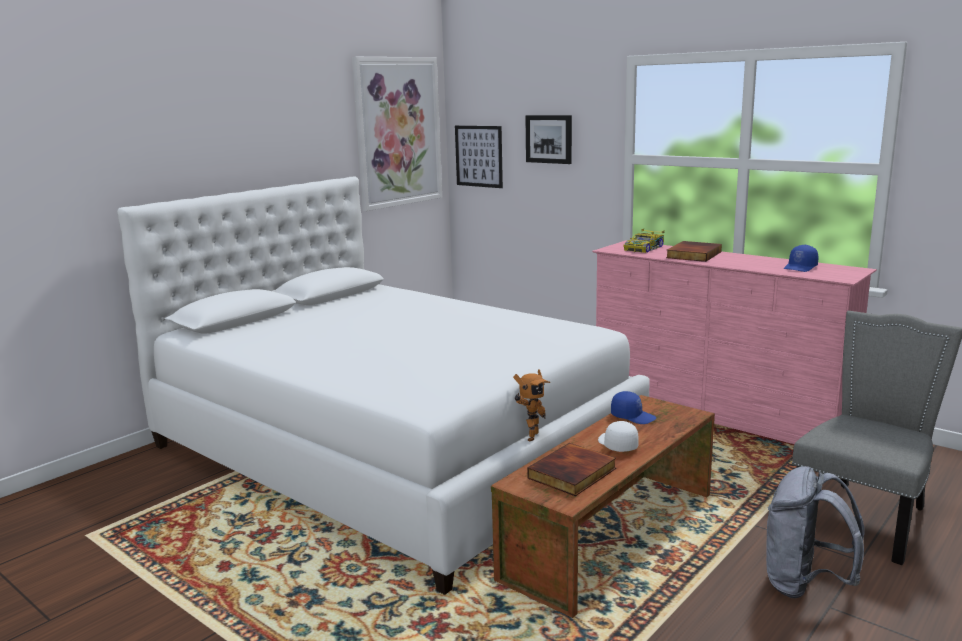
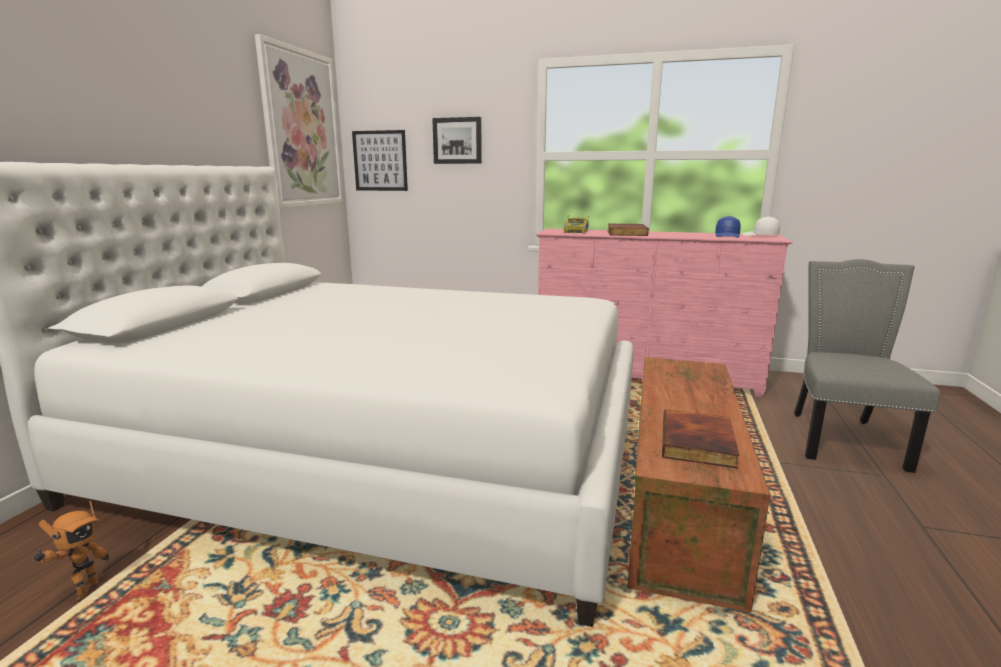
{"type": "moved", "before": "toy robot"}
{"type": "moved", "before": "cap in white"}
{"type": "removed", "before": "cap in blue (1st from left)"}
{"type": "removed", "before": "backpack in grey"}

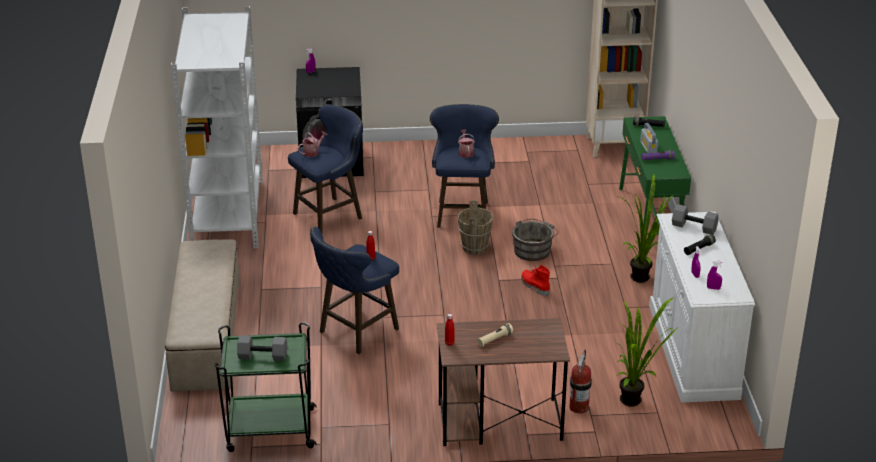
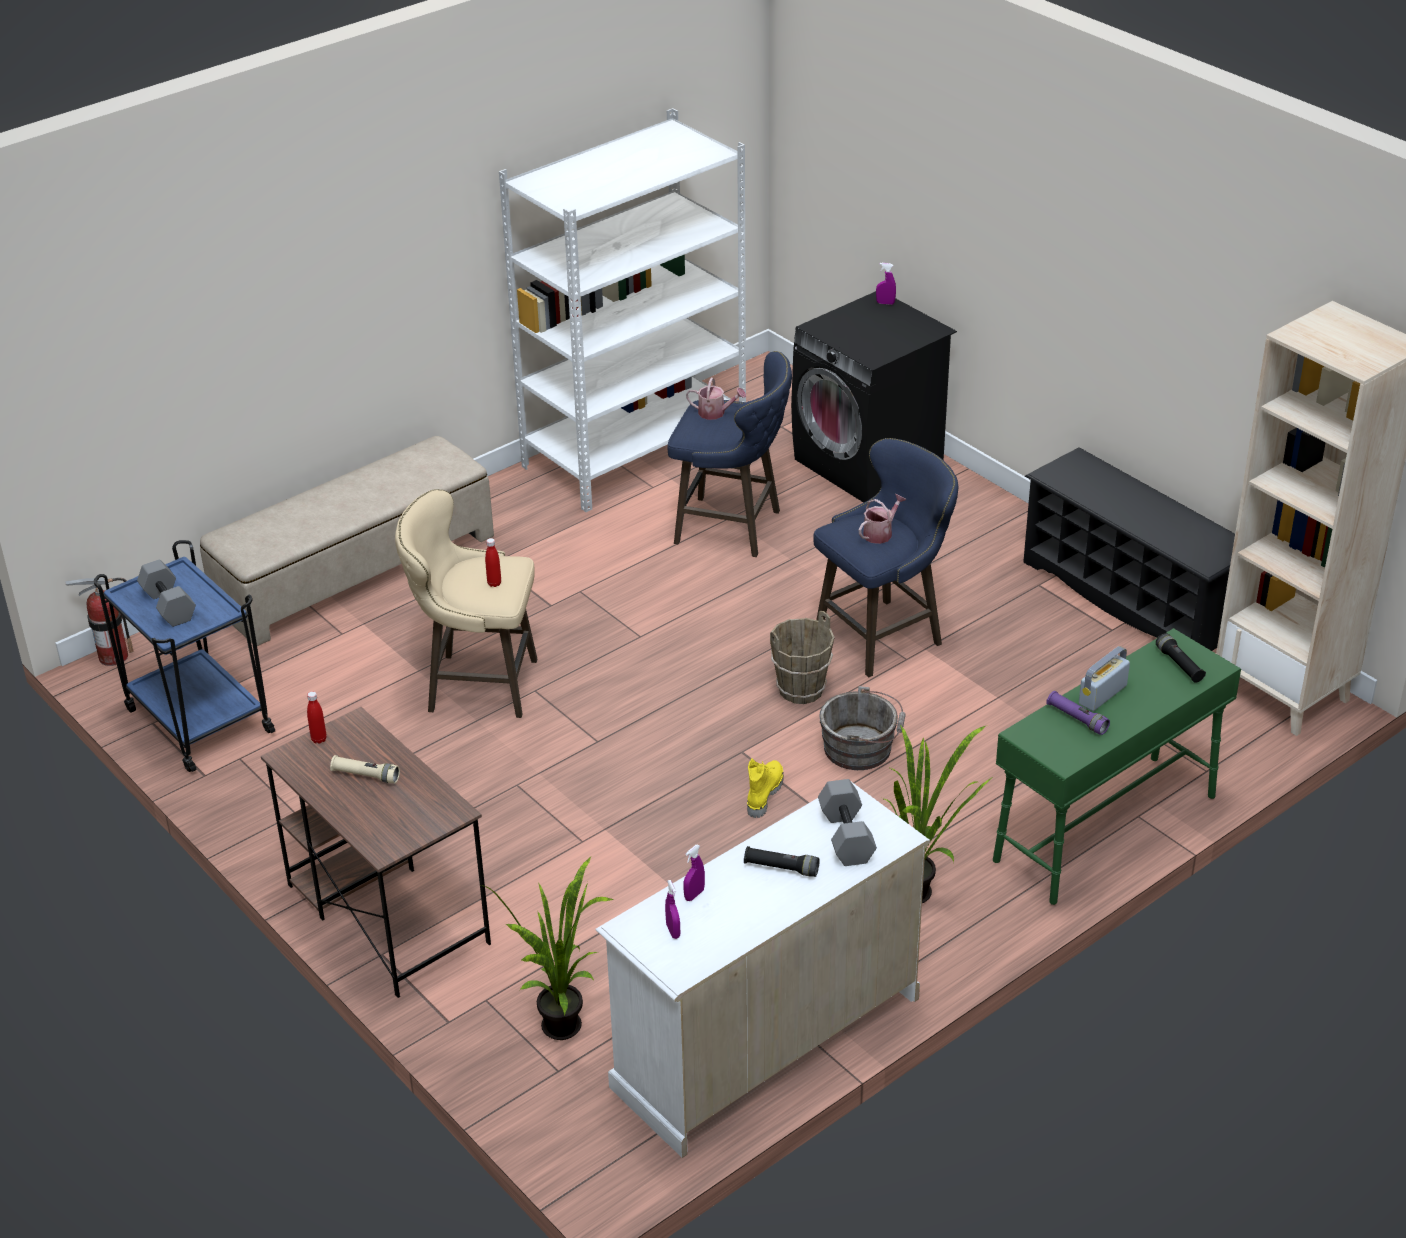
{"type": "moved", "before": "fire extinguisher"}
{"type": "recoloured", "before": "cart in green", "after": "cart in blue"}
{"type": "recoloured", "before": "stool in blue (2nd from left)", "after": "stool in beige"}
{"type": "recoloured", "before": "boot in red", "after": "boot in yellow"}
{"type": "added", "after": "shoe rack in black"}

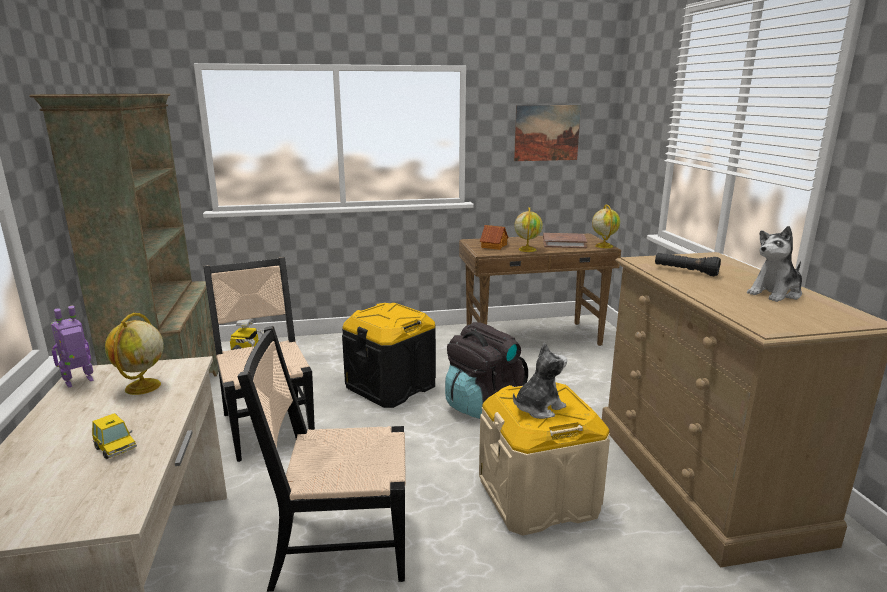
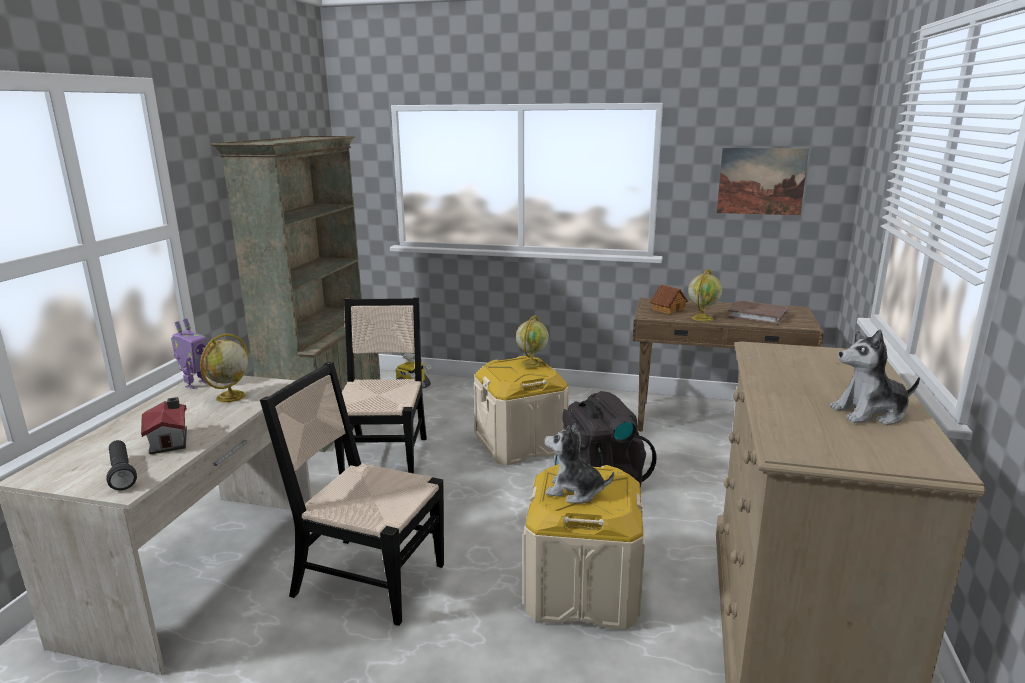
{"type": "moved", "before": "flashlight in black"}
{"type": "replaced", "before": "toy car", "after": "toy house (1st from left)"}
{"type": "turned", "before": "toy robot (1st from left)", "turn": 135}
{"type": "recoloured", "before": "storage box in black", "after": "storage box in beige (1st from left)"}
{"type": "moved", "before": "globe (3rd from left in the first image)", "after": "globe (2nd from left)"}
{"type": "turned", "before": "plush toy (1st from left)", "turn": -150}

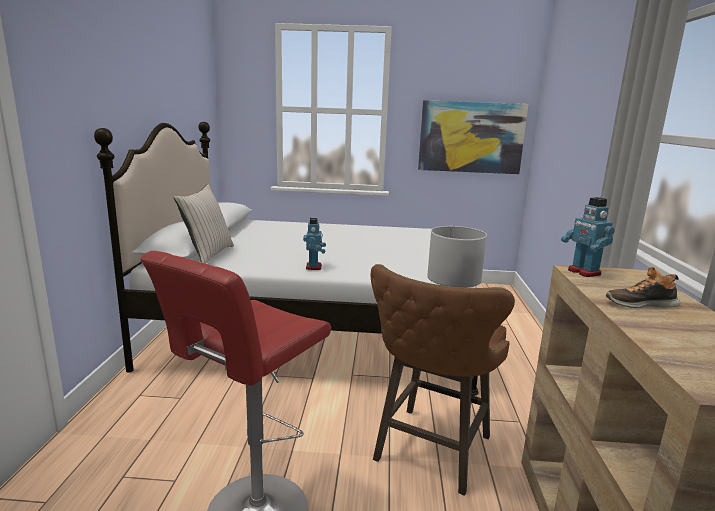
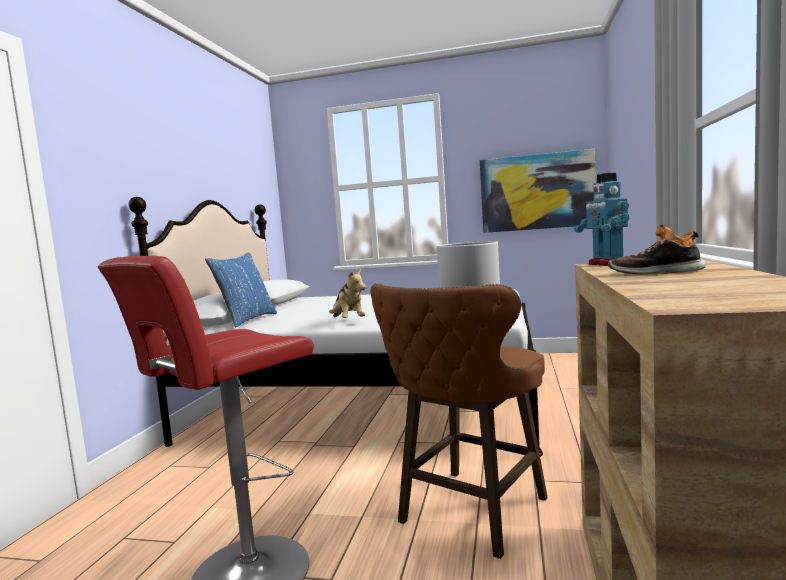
{"type": "recoloured", "before": "pillow in beige", "after": "pillow in blue"}
{"type": "replaced", "before": "toy robot (1st from left)", "after": "plush toy"}

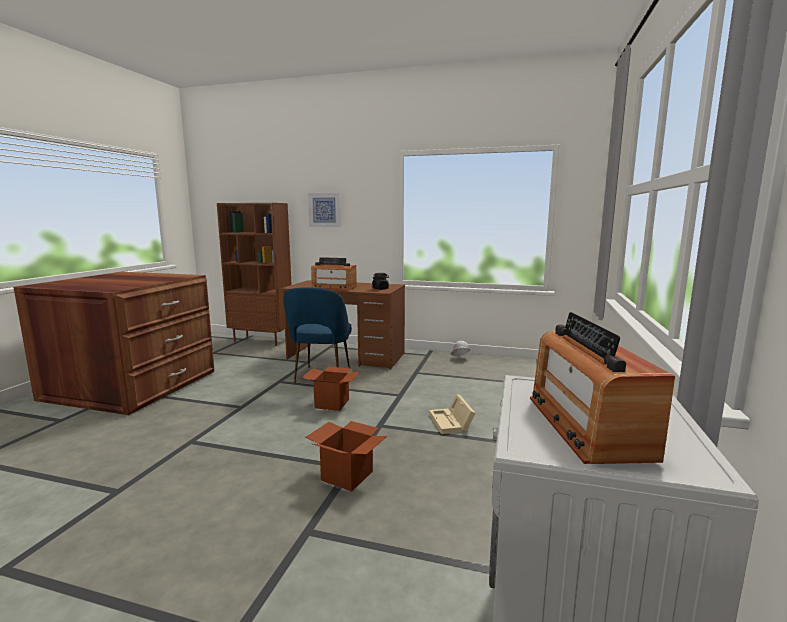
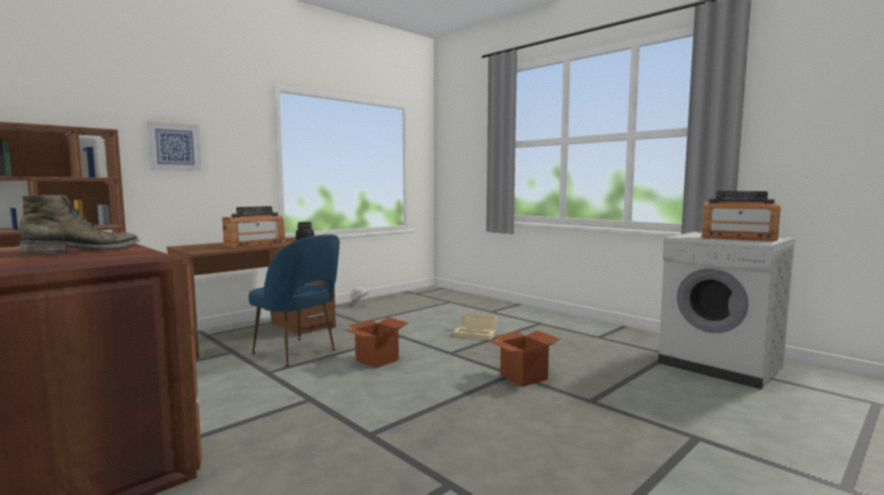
{"type": "added", "after": "boot in green"}

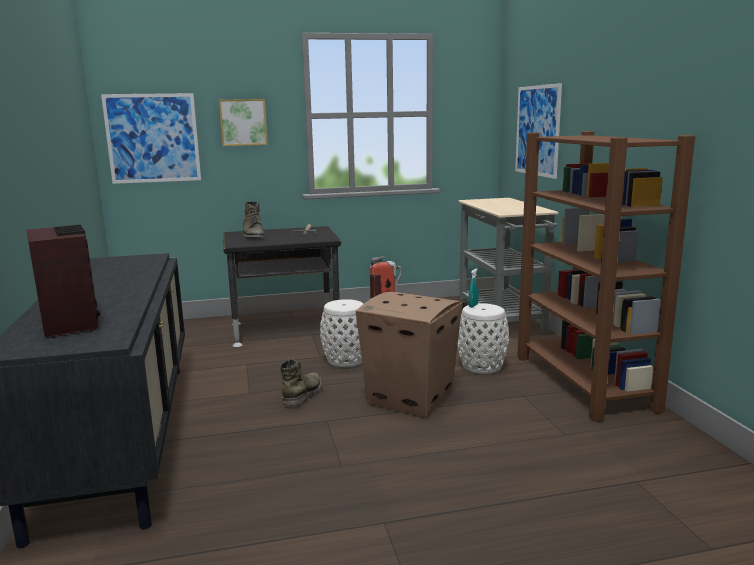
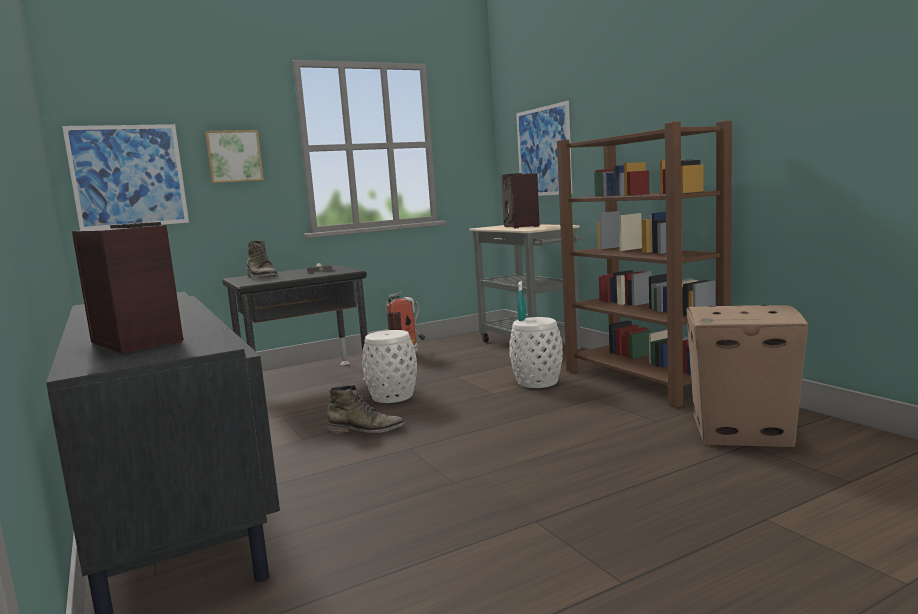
{"type": "turned", "before": "boot in green (2nd from left)", "turn": 90}
{"type": "added", "after": "radio (2nd from left)"}
{"type": "moved", "before": "cardboard box"}

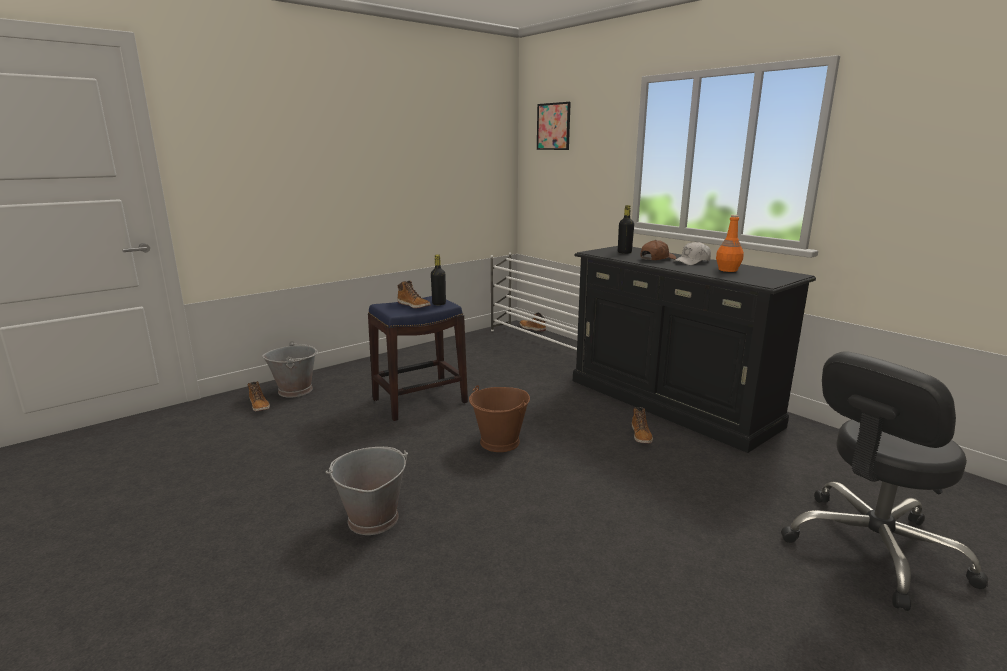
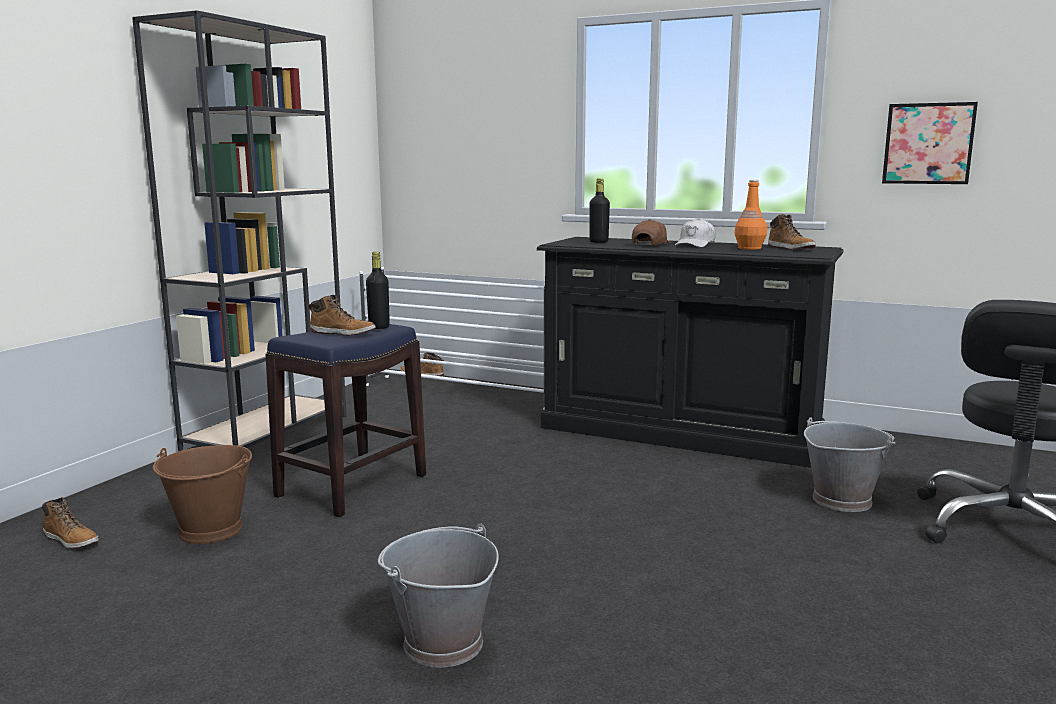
{"type": "added", "after": "bookcase"}
{"type": "moved", "before": "bucket in brown"}
{"type": "moved", "before": "boot (4th from left)"}
{"type": "moved", "before": "bucket in grey (1st from left in the first image)", "after": "bucket in grey (2nd from left)"}
{"type": "moved", "before": "picture"}

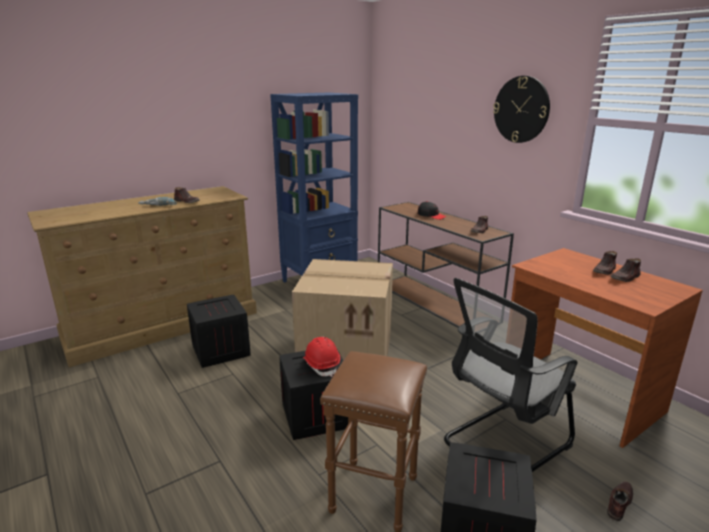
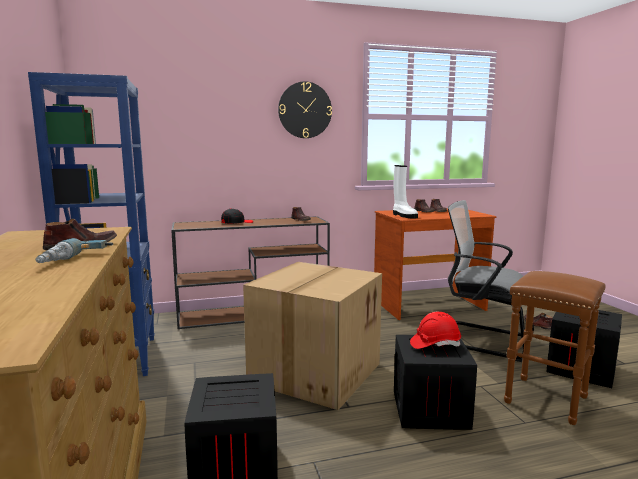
{"type": "added", "after": "boot in white"}
{"type": "turned", "before": "chair", "turn": 135}

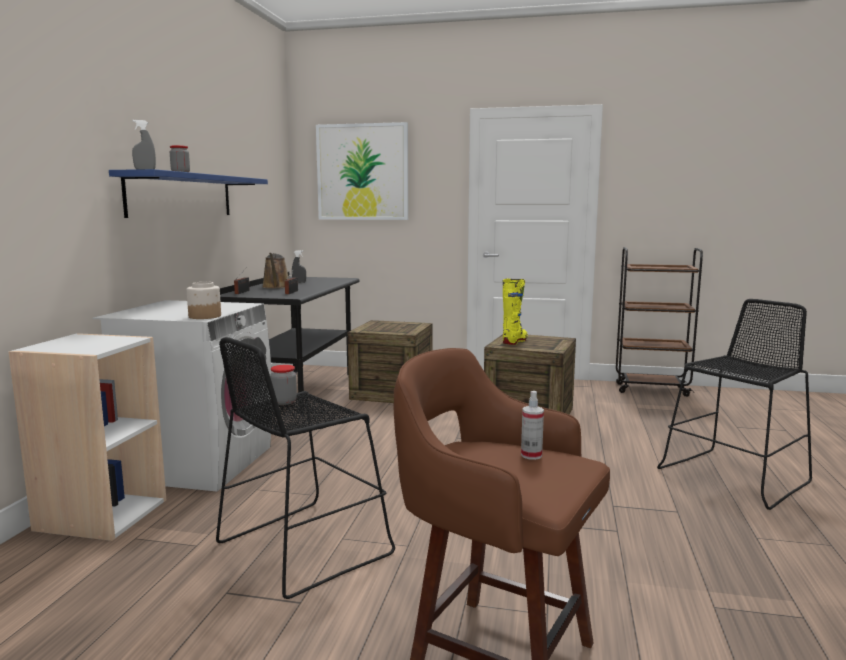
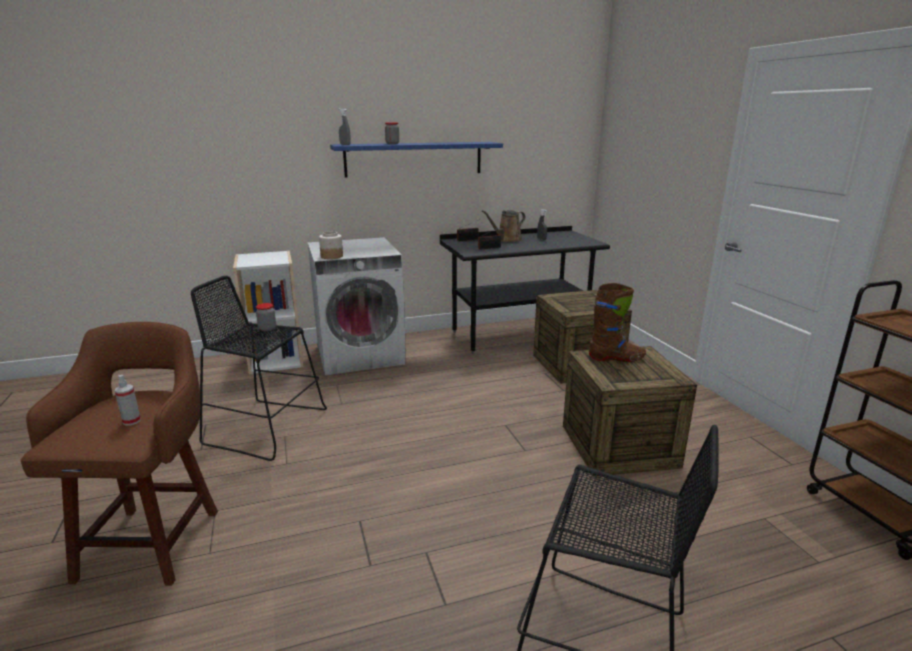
{"type": "recoloured", "before": "boot in yellow", "after": "boot in brown"}
{"type": "removed", "before": "picture"}

